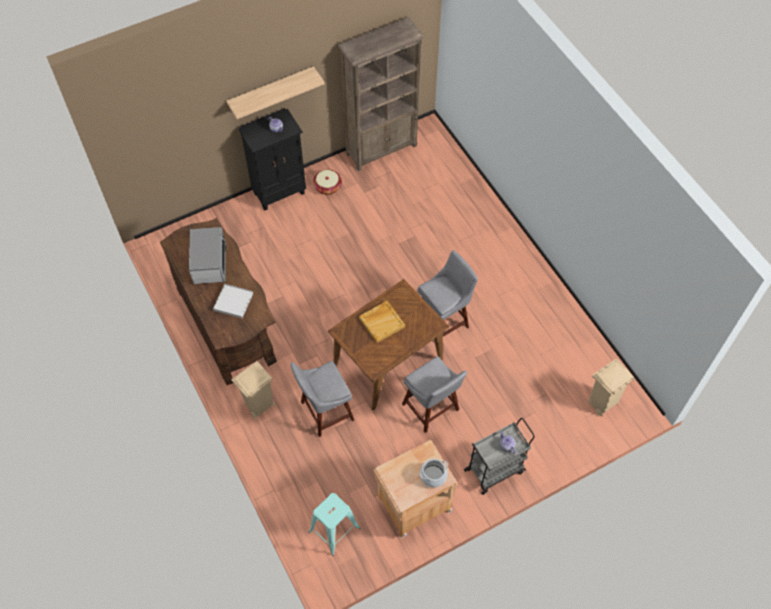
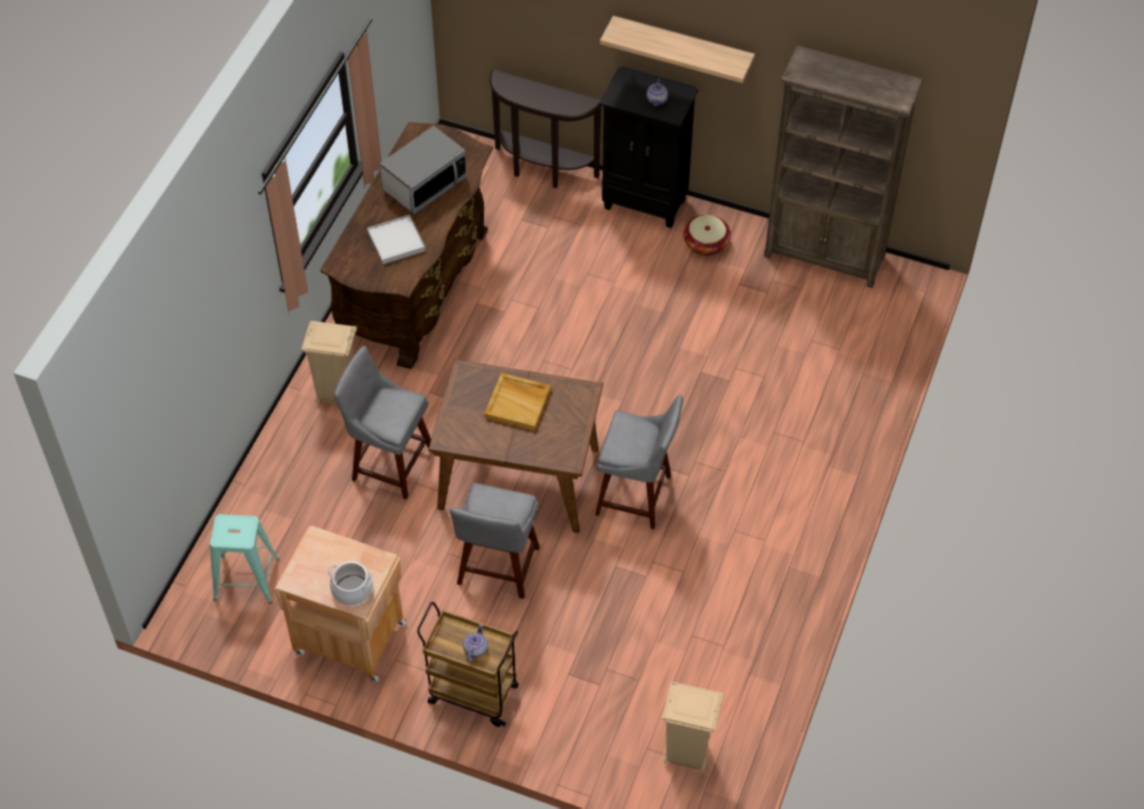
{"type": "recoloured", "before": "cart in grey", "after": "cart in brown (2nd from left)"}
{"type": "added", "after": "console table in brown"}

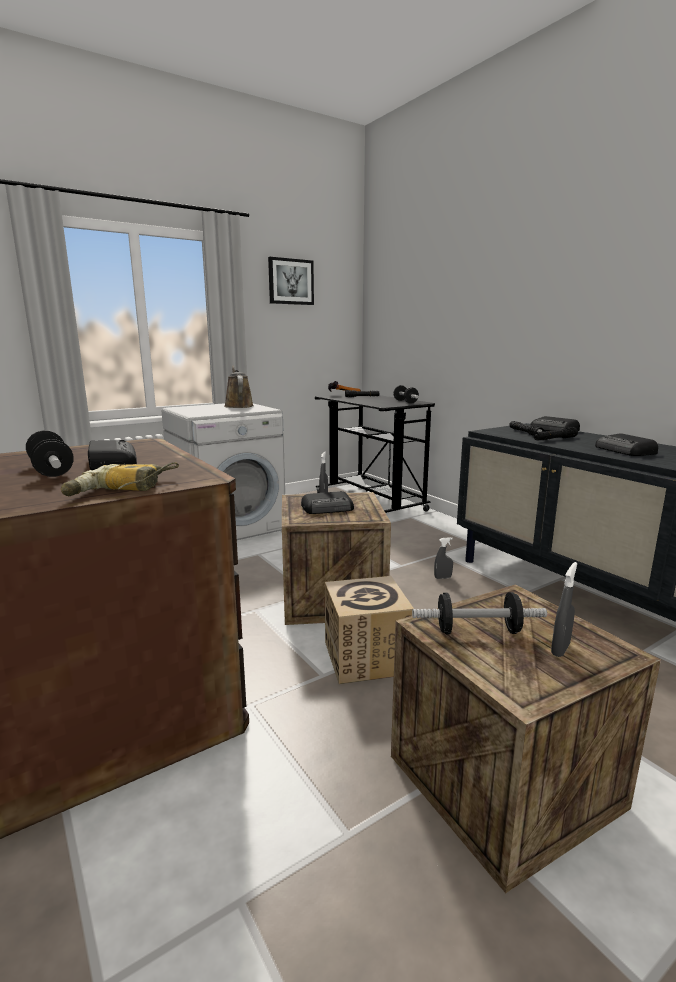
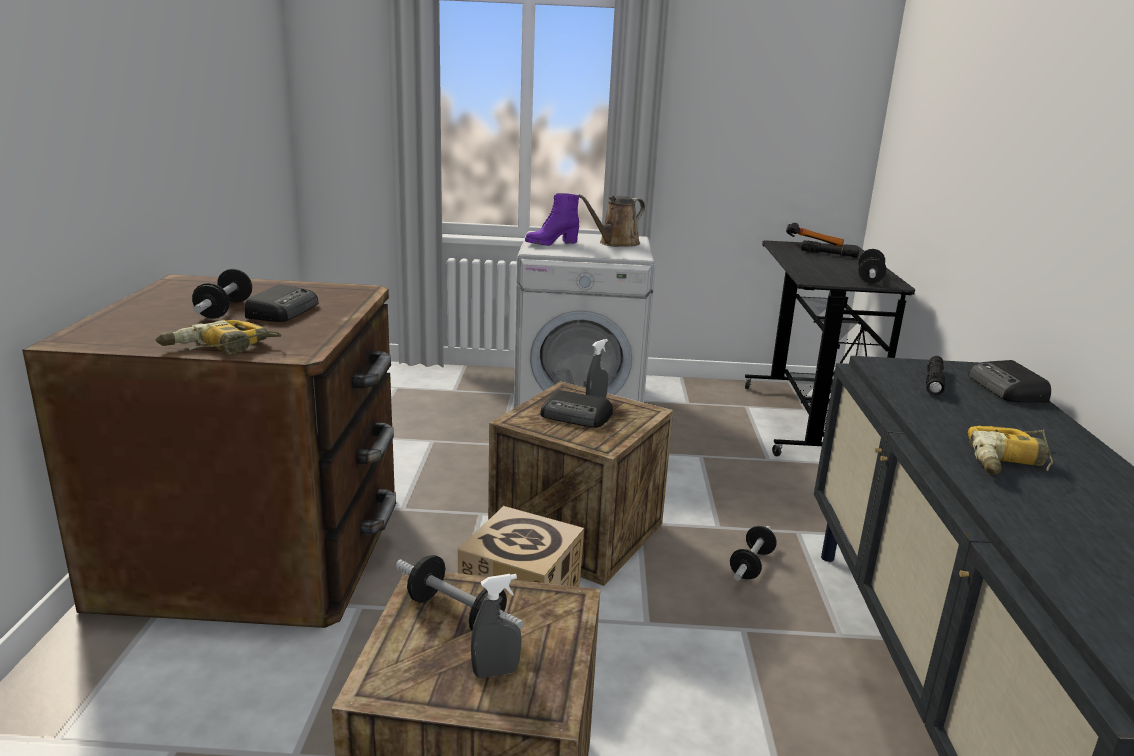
{"type": "added", "after": "boot in purple"}
{"type": "turned", "before": "watering can in brown", "turn": -150}
{"type": "replaced", "before": "spray bottle in grey (2nd from left)", "after": "dumbbell (3rd from left)"}
{"type": "replaced", "before": "radio (4th from left)", "after": "power drill (2nd from left)"}
{"type": "removed", "before": "picture"}
{"type": "removed", "before": "flashlight in black (3rd from left)"}

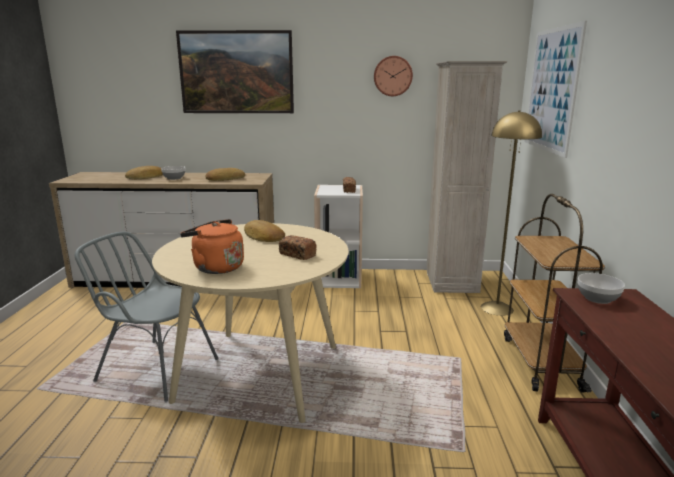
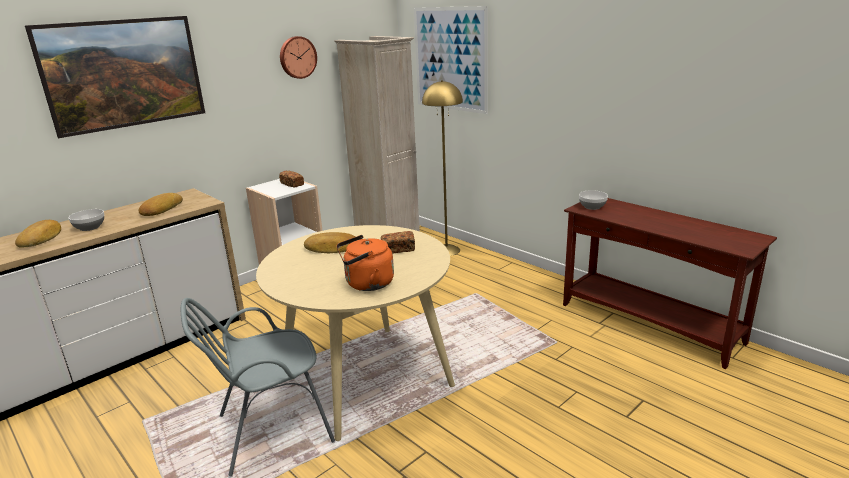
{"type": "removed", "before": "cart in brown"}

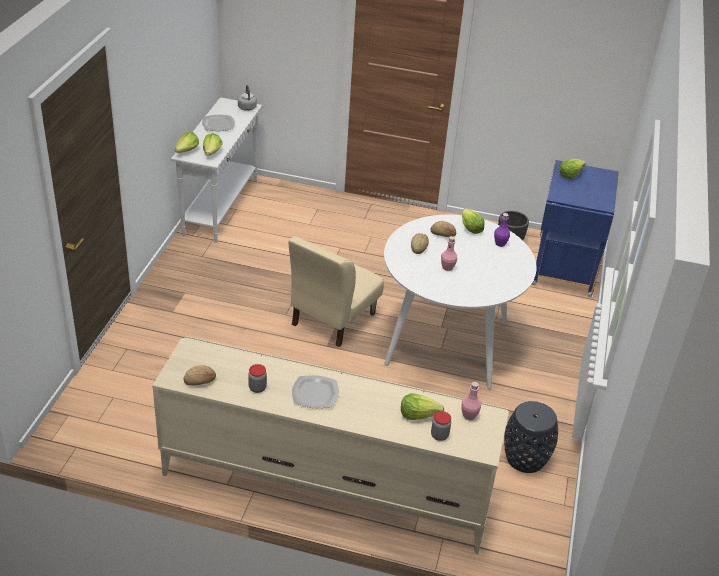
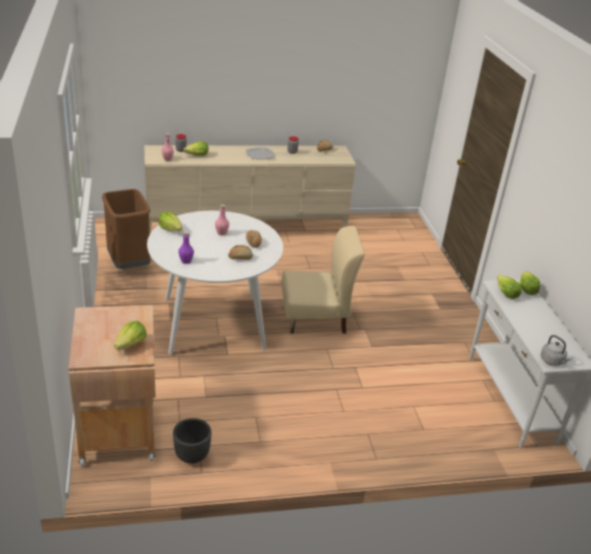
{"type": "recoloured", "before": "cart in blue", "after": "cart in brown"}
{"type": "replaced", "before": "stool in black", "after": "trash can in brown"}
{"type": "moved", "before": "lettuce (4th from left in the first image)", "after": "lettuce (2nd from left)"}
{"type": "turned", "before": "chair in beige", "turn": 75}
{"type": "removed", "before": "plate (1st from left)"}

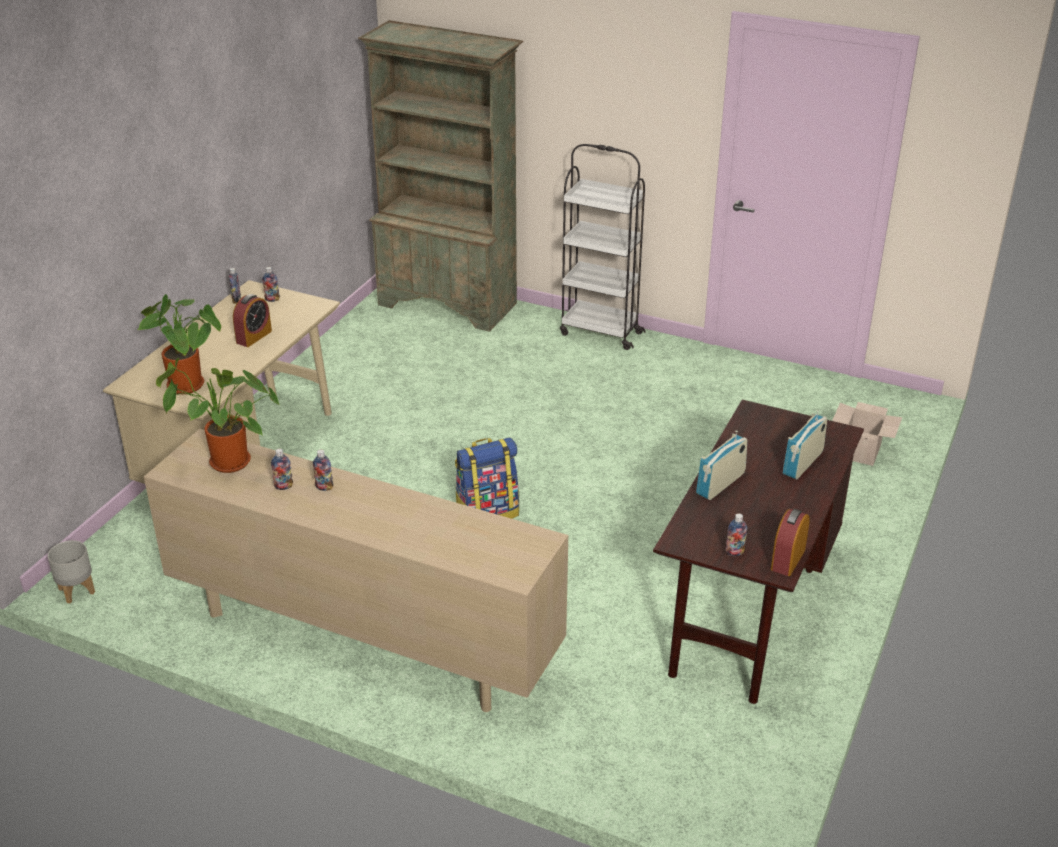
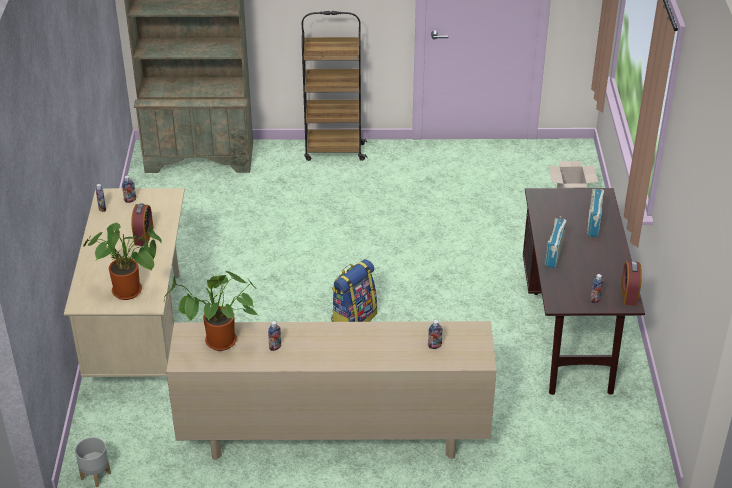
{"type": "recoloured", "before": "cart in white", "after": "cart in brown"}
{"type": "moved", "before": "bottle (4th from left)"}

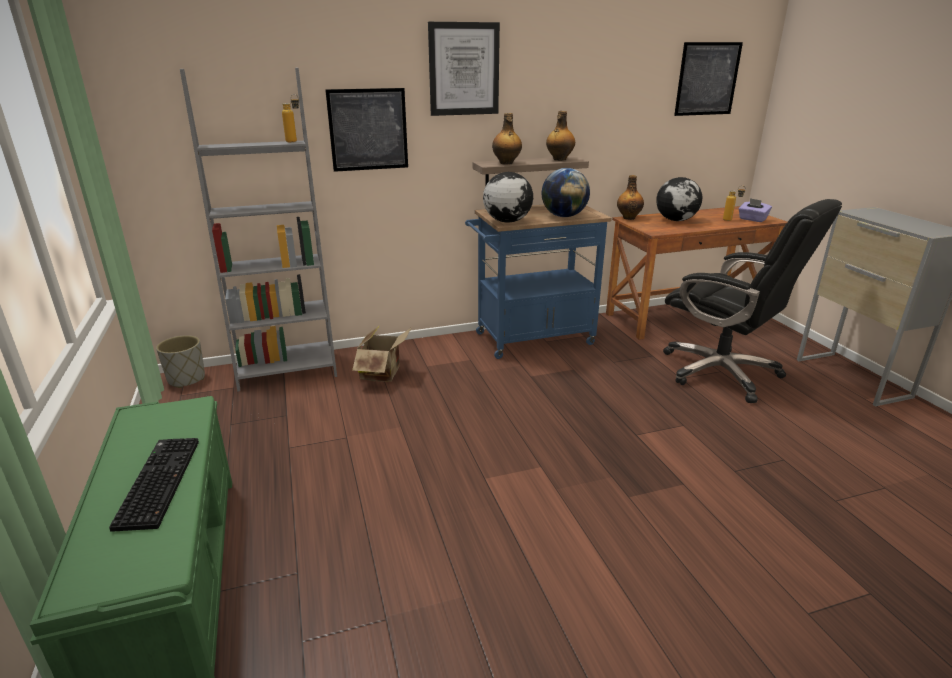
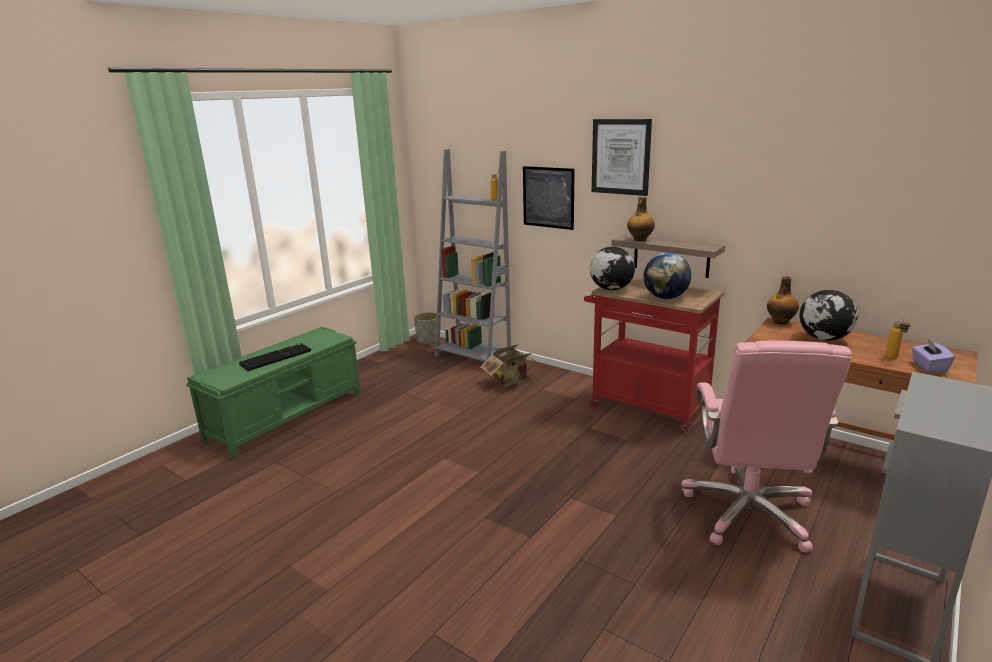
{"type": "recoloured", "before": "cart in blue", "after": "cart in red"}
{"type": "recoloured", "before": "office chair in black", "after": "office chair in pink"}
{"type": "removed", "before": "bottle (3rd from left)"}
{"type": "removed", "before": "picture (3rd from left)"}

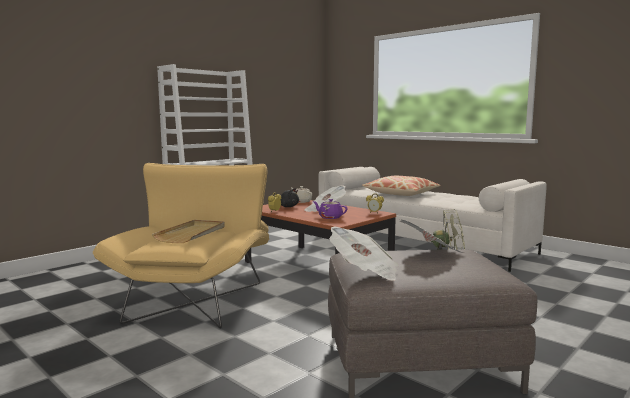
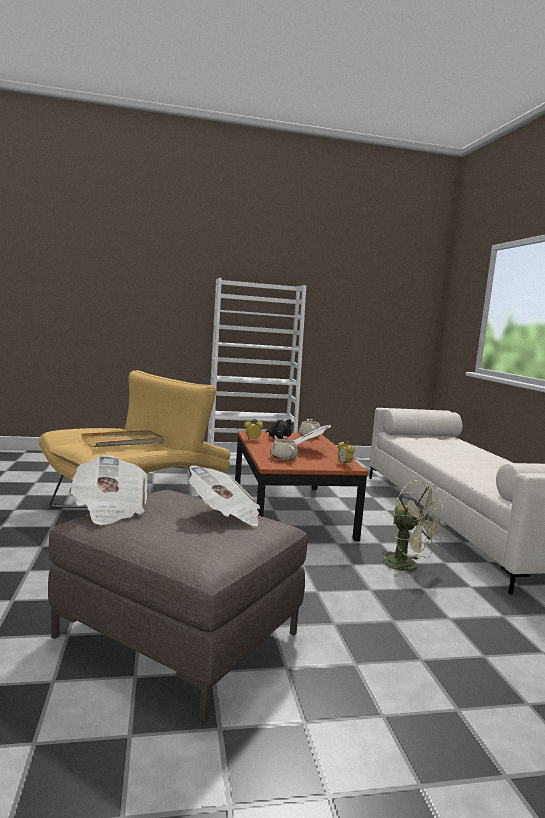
{"type": "recoloured", "before": "teapot in purple", "after": "teapot in beige (1st from left)"}
{"type": "removed", "before": "pillow"}

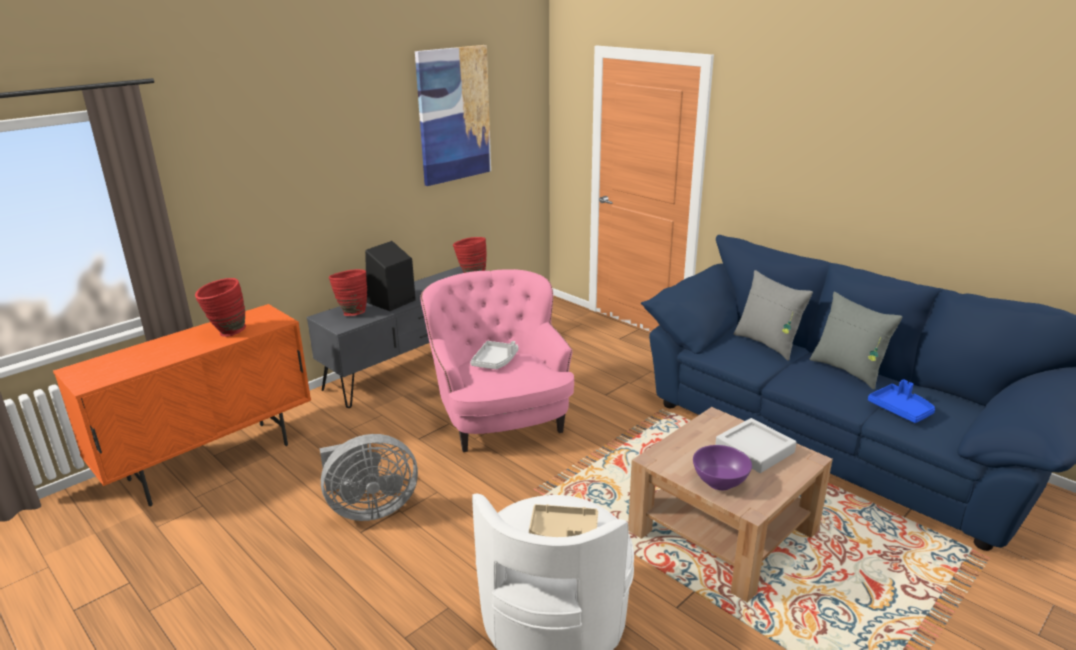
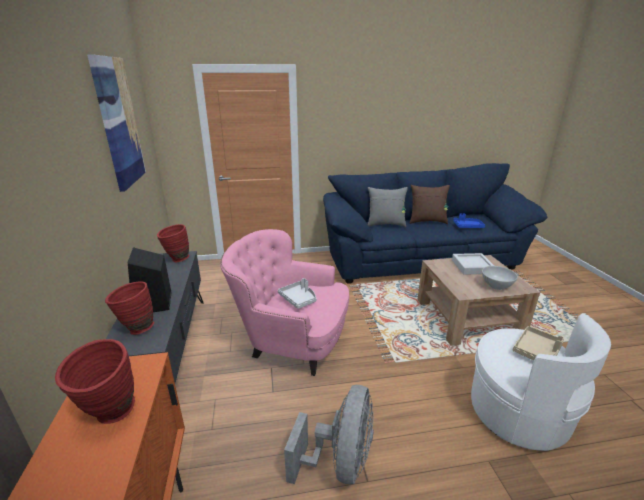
{"type": "recoloured", "before": "pillow in grey (2nd from left)", "after": "pillow in brown"}
{"type": "recoloured", "before": "bowl in purple", "after": "bowl in white"}

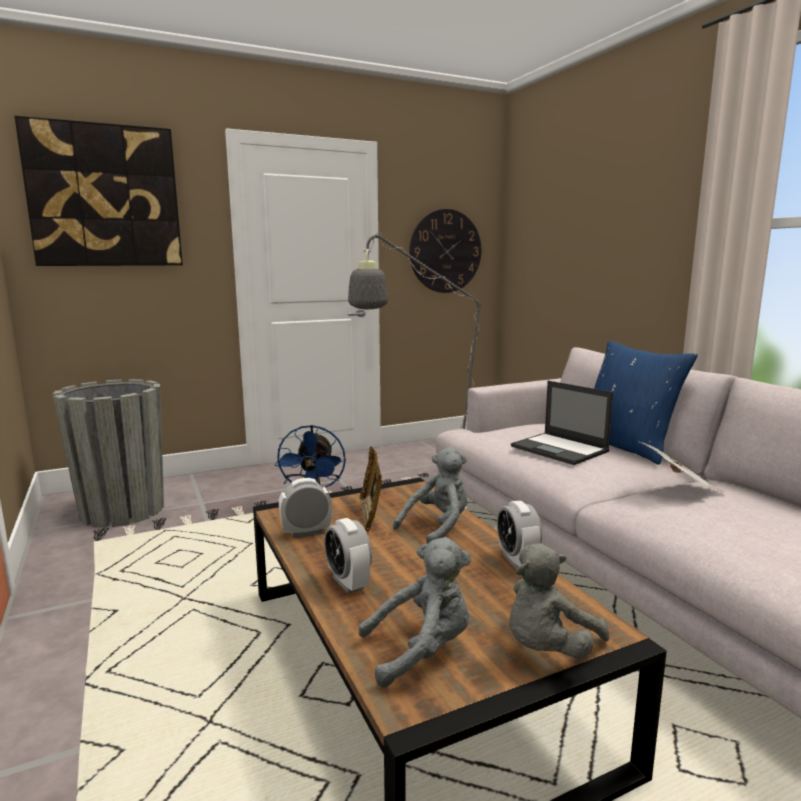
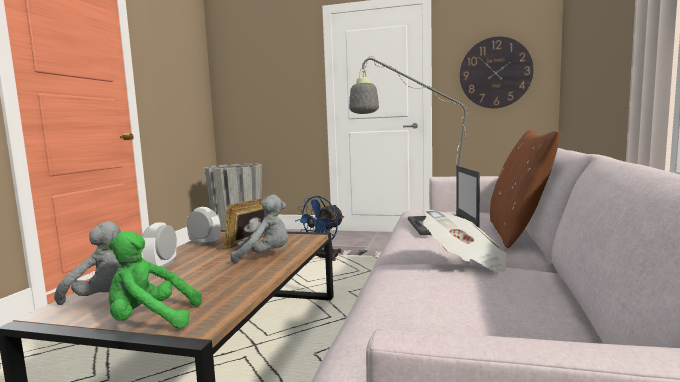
{"type": "recoloured", "before": "plush toy in grey (3rd from left)", "after": "plush toy in green"}
{"type": "recoloured", "before": "pillow in blue", "after": "pillow in brown"}
{"type": "removed", "before": "picture"}
{"type": "removed", "before": "alarm clock (3rd from left)"}

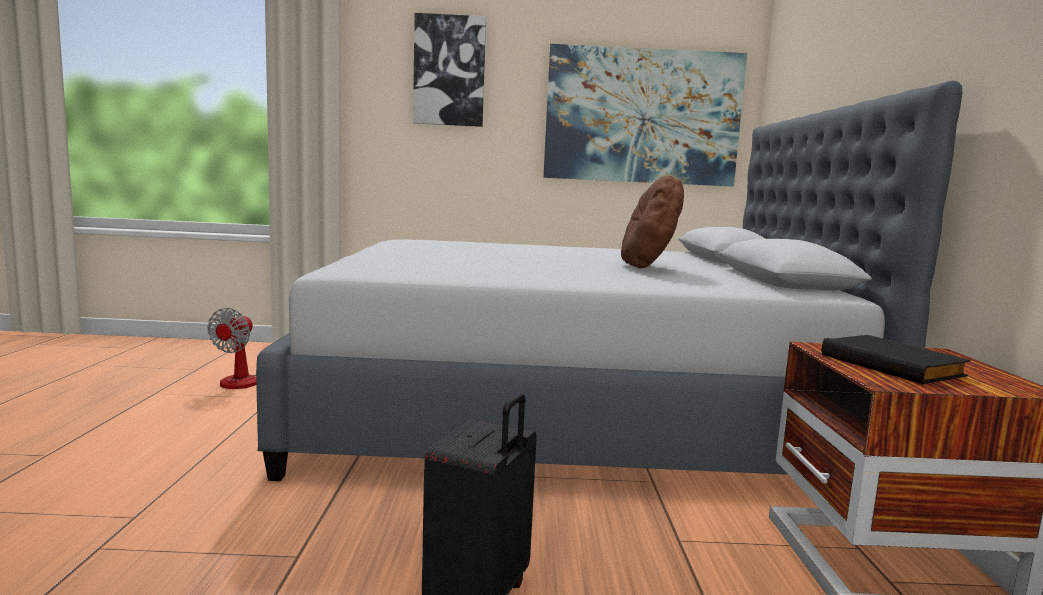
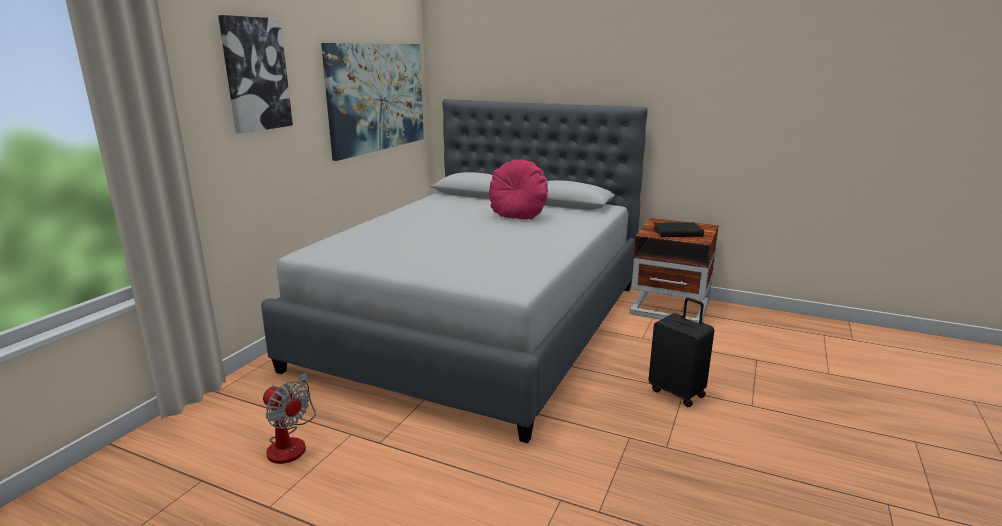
{"type": "recoloured", "before": "pillow in brown", "after": "pillow in pink"}

